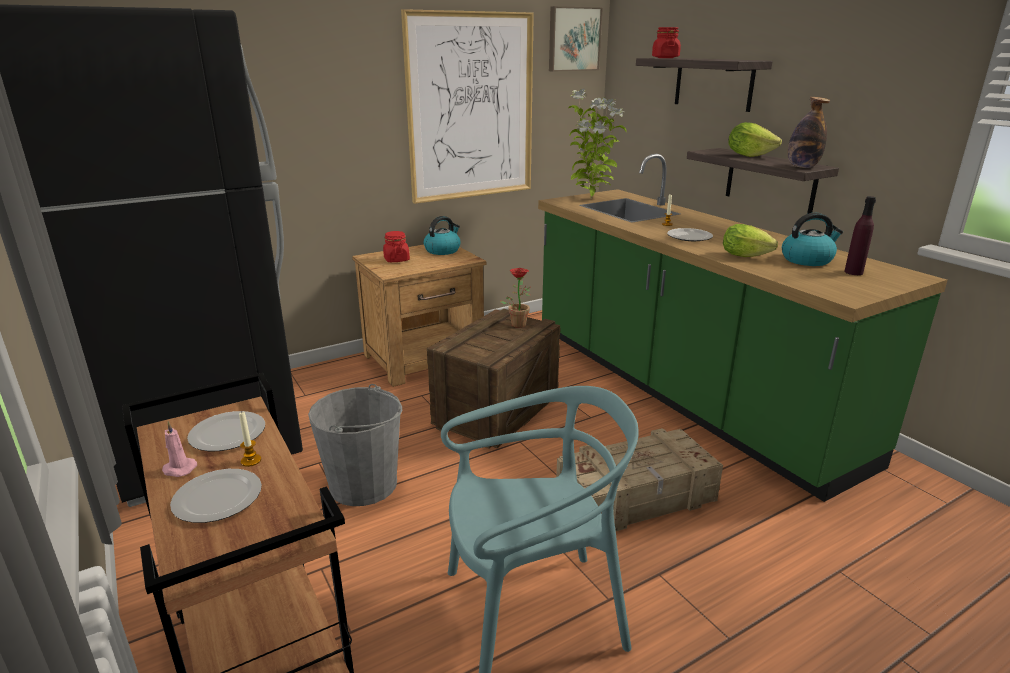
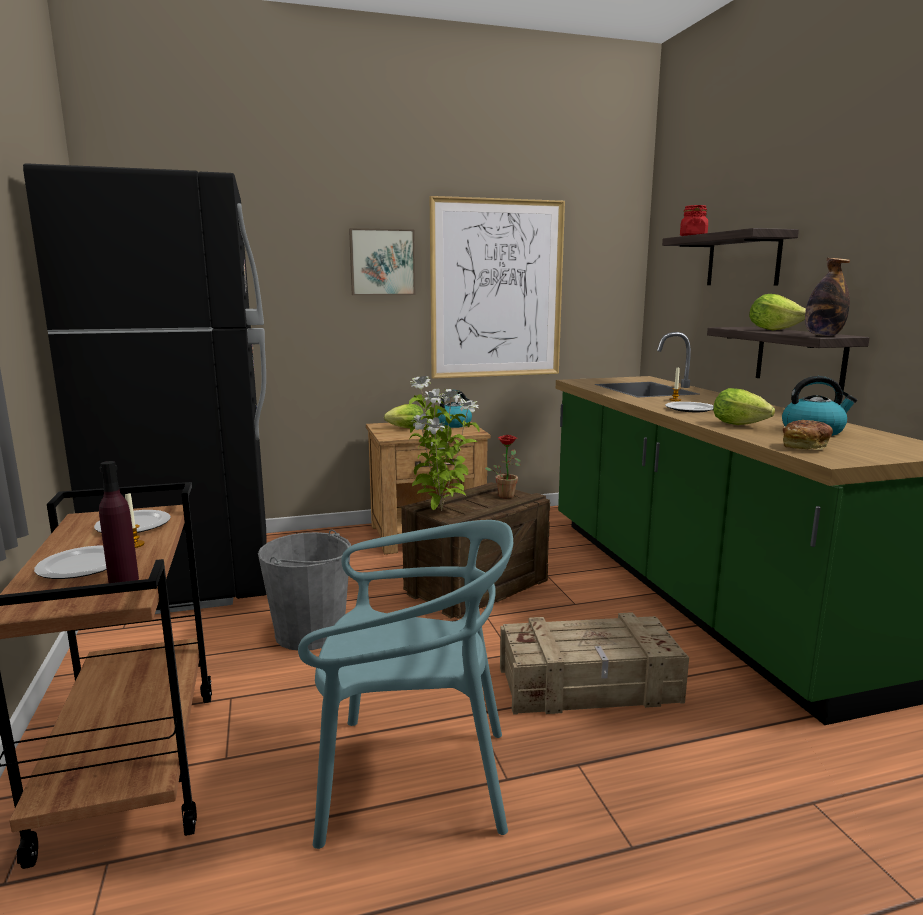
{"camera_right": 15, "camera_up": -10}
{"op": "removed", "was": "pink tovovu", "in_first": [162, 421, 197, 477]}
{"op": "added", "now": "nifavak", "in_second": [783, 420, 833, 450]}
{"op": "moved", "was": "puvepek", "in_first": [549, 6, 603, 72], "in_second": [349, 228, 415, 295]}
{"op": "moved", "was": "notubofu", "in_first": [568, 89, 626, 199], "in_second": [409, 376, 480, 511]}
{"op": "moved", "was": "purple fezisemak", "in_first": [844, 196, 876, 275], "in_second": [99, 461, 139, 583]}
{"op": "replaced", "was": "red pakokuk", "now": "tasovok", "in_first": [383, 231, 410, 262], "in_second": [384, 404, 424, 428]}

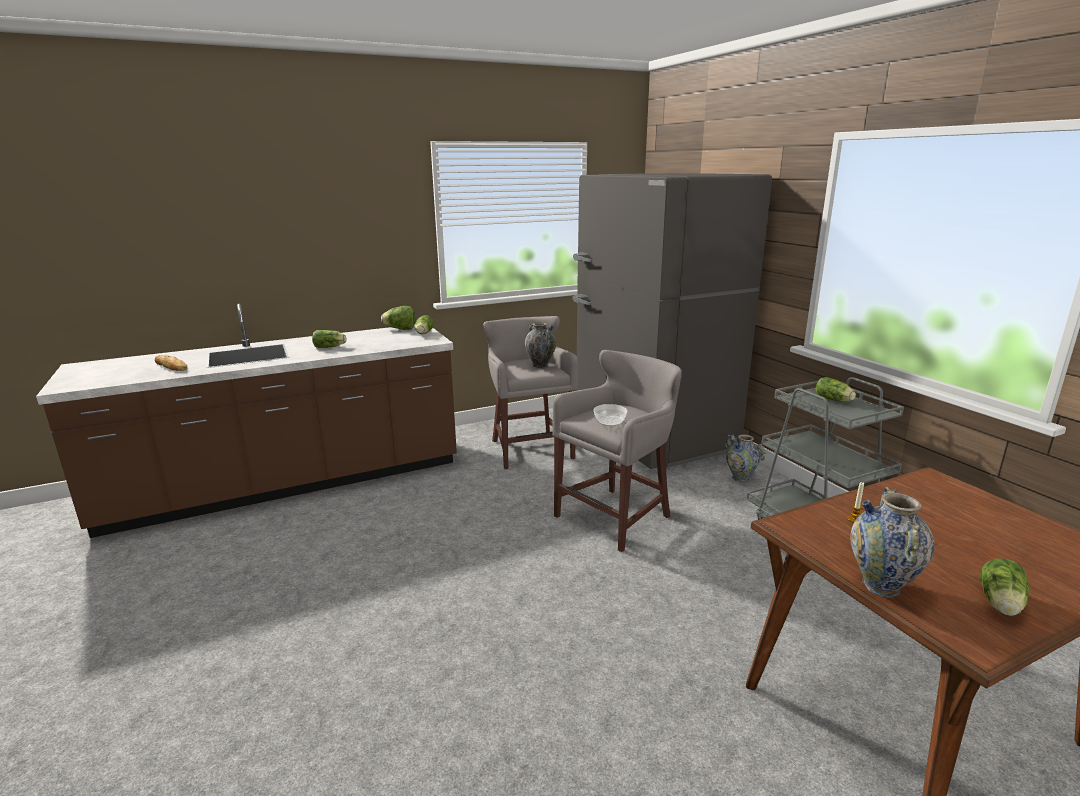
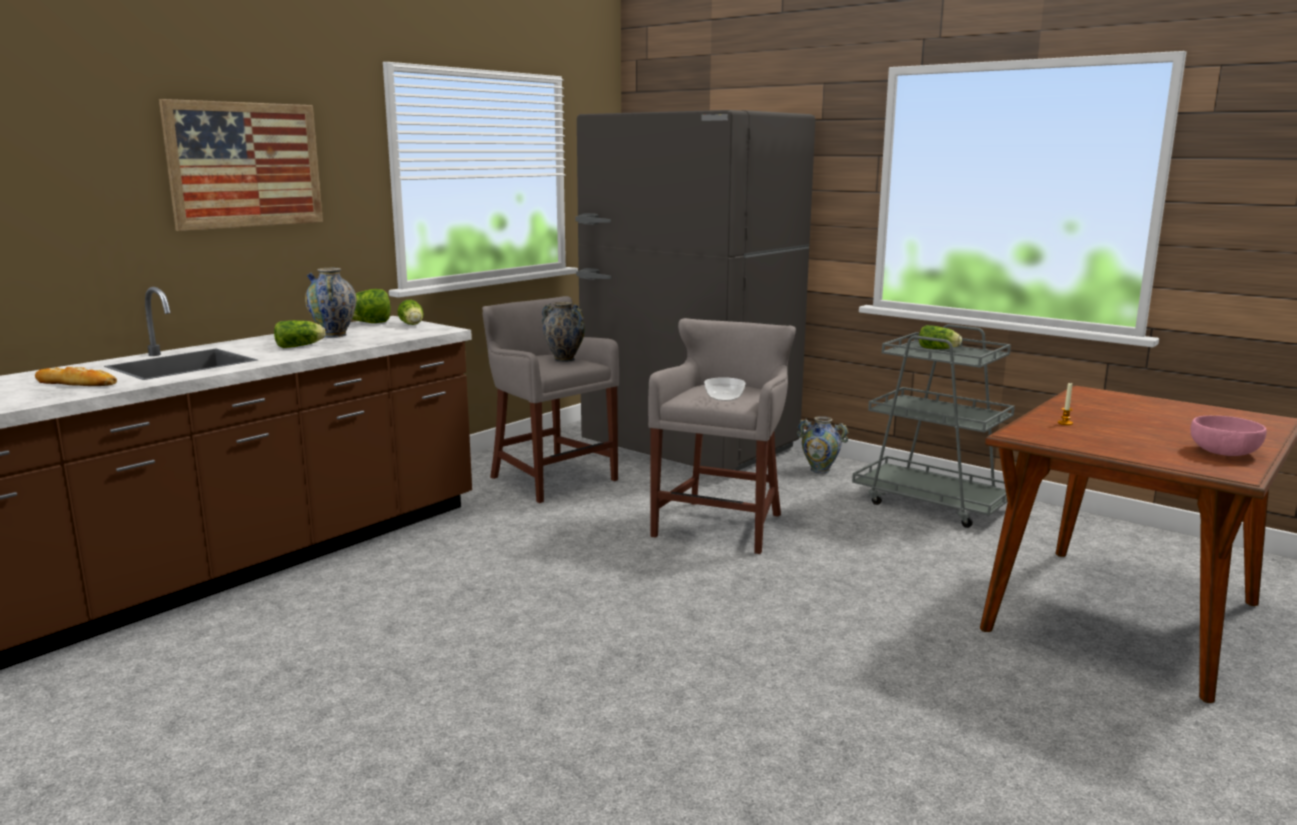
{"camera_right": -25, "camera_up": -5}
{"op": "added", "now": "puvepek", "in_second": [159, 99, 323, 231]}
{"op": "moved", "was": "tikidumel", "in_first": [850, 487, 934, 598], "in_second": [305, 268, 356, 338]}
{"op": "replaced", "was": "tasovok", "now": "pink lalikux", "in_first": [980, 559, 1029, 616], "in_second": [1190, 416, 1267, 456]}

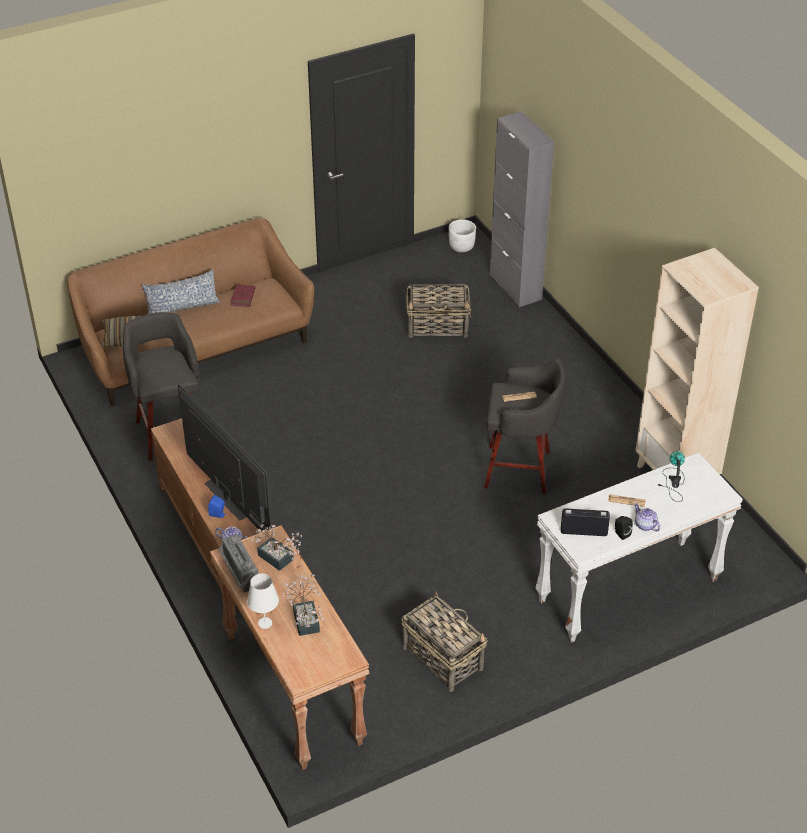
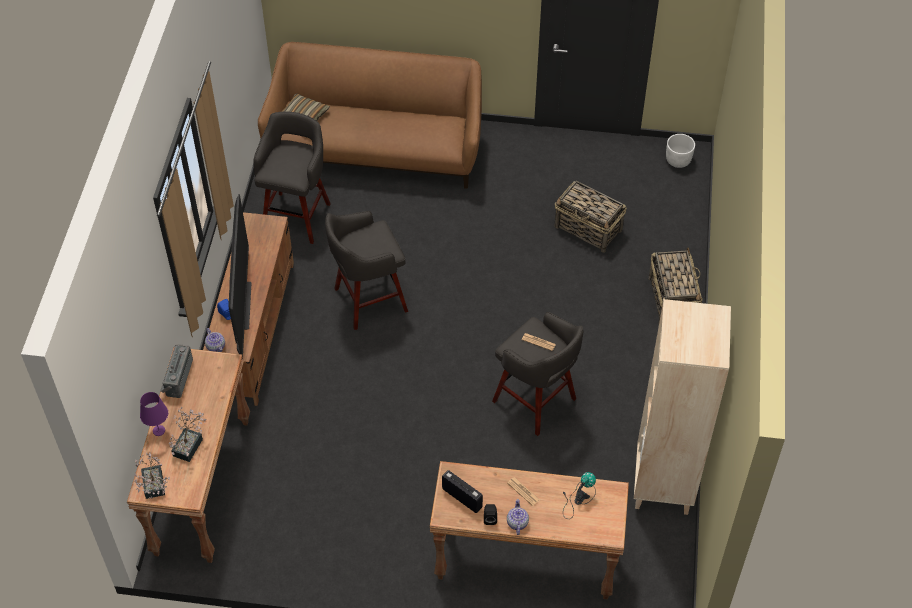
{"camera_right": 35, "camera_up": 10}
{"op": "removed", "was": "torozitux", "in_first": [142, 270, 220, 314]}
{"op": "removed", "was": "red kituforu", "in_first": [231, 284, 255, 307]}
{"op": "removed", "was": "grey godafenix", "in_first": [490, 111, 554, 307]}
{"op": "added", "now": "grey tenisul", "in_second": [325, 211, 408, 330]}
{"op": "moved", "was": "notubofu", "in_first": [250, 524, 302, 571], "in_second": [134, 453, 170, 499]}
{"op": "moved", "was": "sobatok", "in_first": [402, 592, 488, 692], "in_second": [649, 247, 703, 323]}
{"op": "recoloured", "was": "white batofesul", "now": "purple batofesul", "in_first": [247, 574, 279, 629], "in_second": [140, 392, 168, 436]}
{"op": "recoloured", "was": "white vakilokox", "now": "brown vakilokox", "in_first": [535, 452, 743, 643], "in_second": [430, 461, 629, 599]}

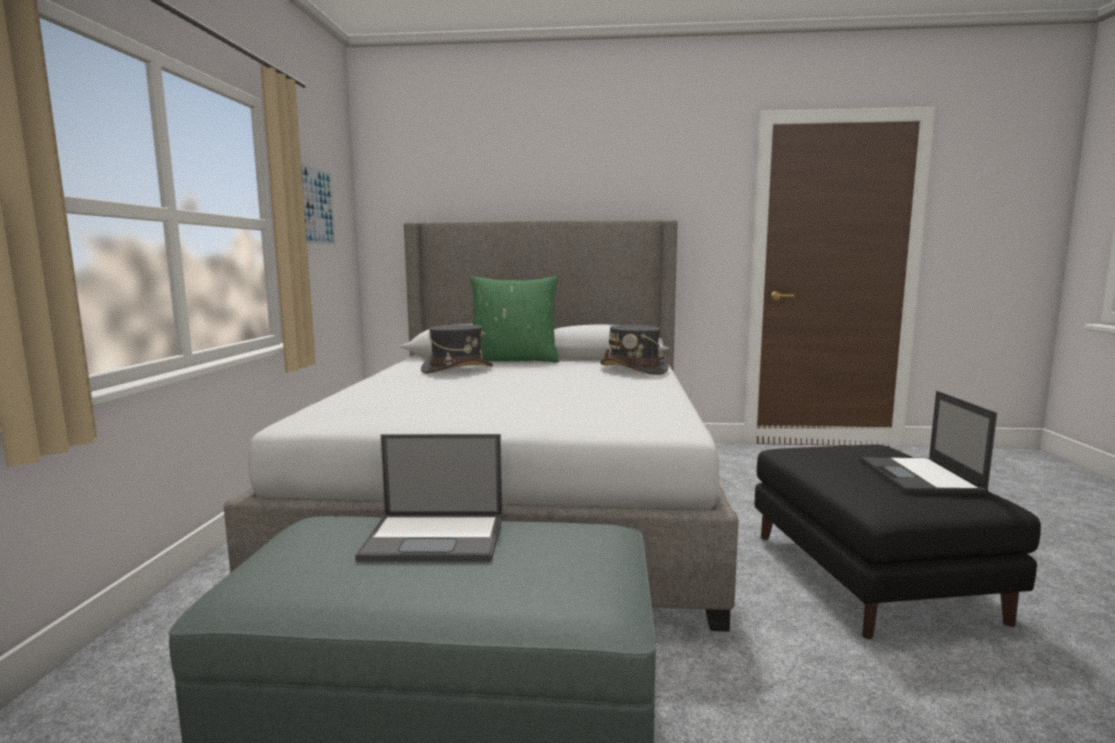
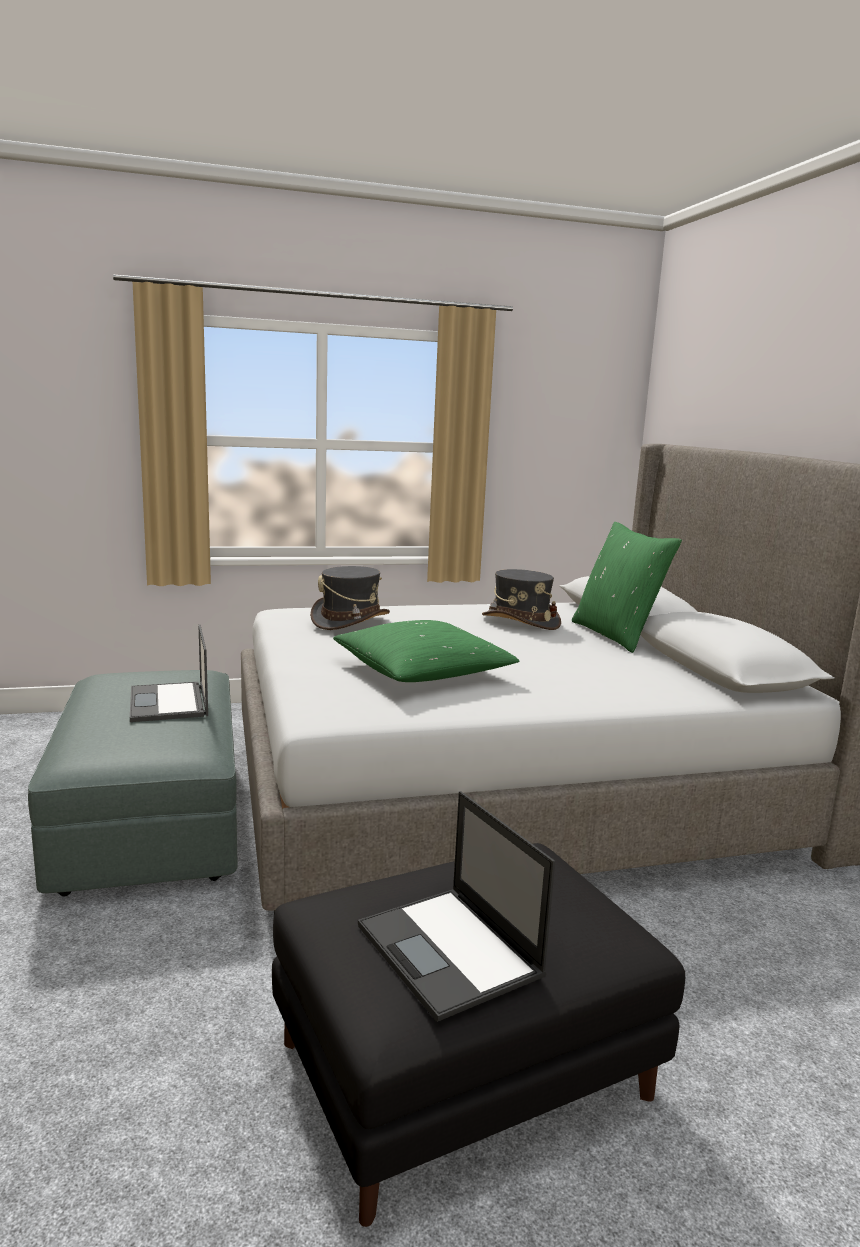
{"camera_right": 70, "camera_up": 5}
{"op": "removed", "was": "puvepek", "in_first": [301, 161, 337, 248]}
{"op": "added", "now": "green torozitux", "in_second": [333, 620, 519, 682]}
{"op": "moved", "was": "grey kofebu", "in_first": [600, 325, 669, 375], "in_second": [310, 566, 390, 630]}
{"op": "turned", "was": "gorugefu", "in_first": [860, 391, 997, 494], "in_second": [358, 791, 555, 1022], "clockwise": -105}

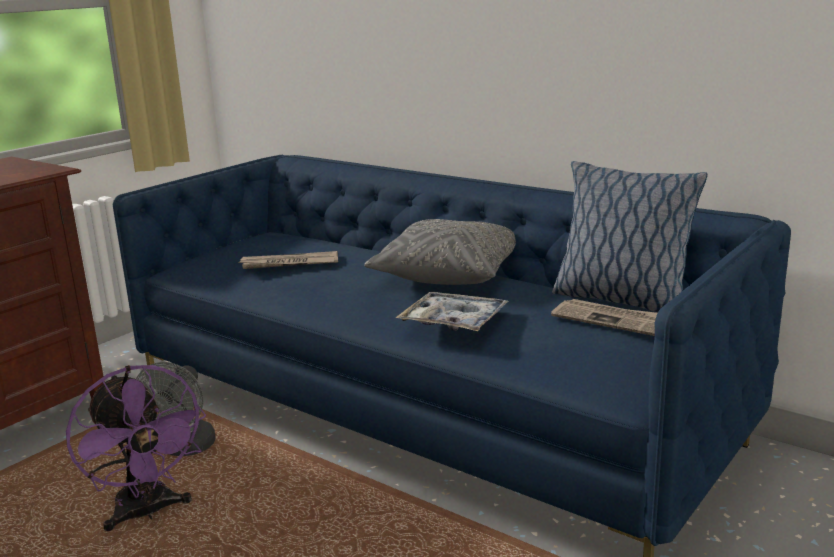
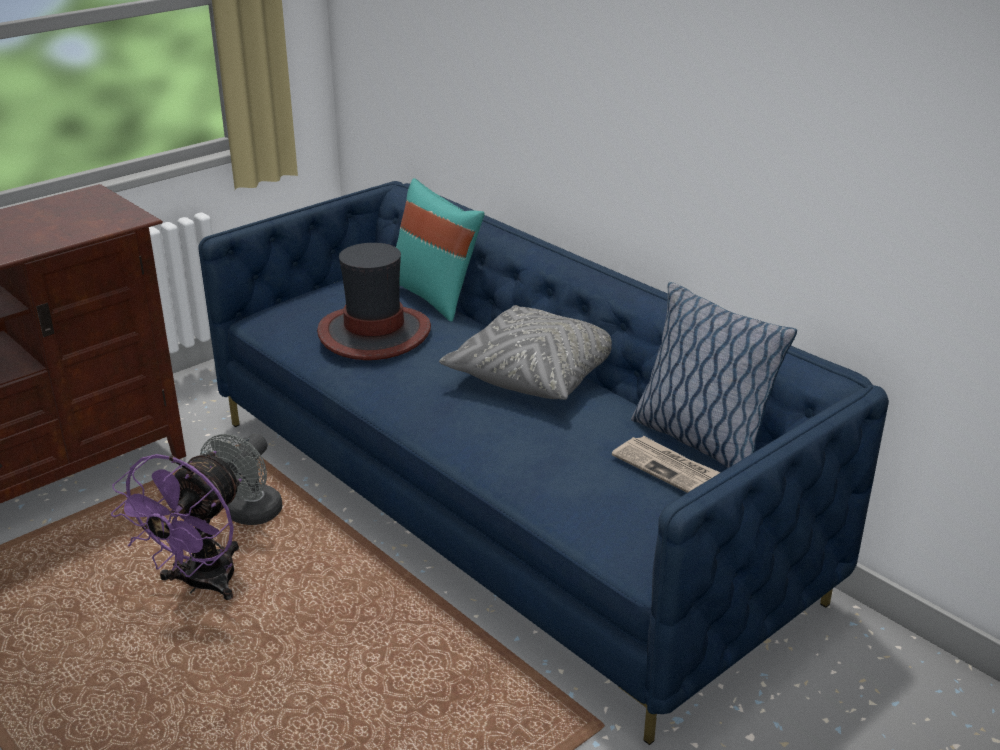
{"camera_right": 10, "camera_up": 10}
{"op": "removed", "was": "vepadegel", "in_first": [395, 292, 509, 331]}
{"op": "added", "now": "turquoise torozitux", "in_second": [396, 178, 485, 322]}
{"op": "replaced", "was": "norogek", "now": "kofebu", "in_first": [238, 251, 338, 269], "in_second": [317, 243, 431, 360]}
{"op": "turned", "was": "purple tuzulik", "in_first": [66, 365, 206, 531], "in_second": [111, 451, 242, 600], "clockwise": 45}

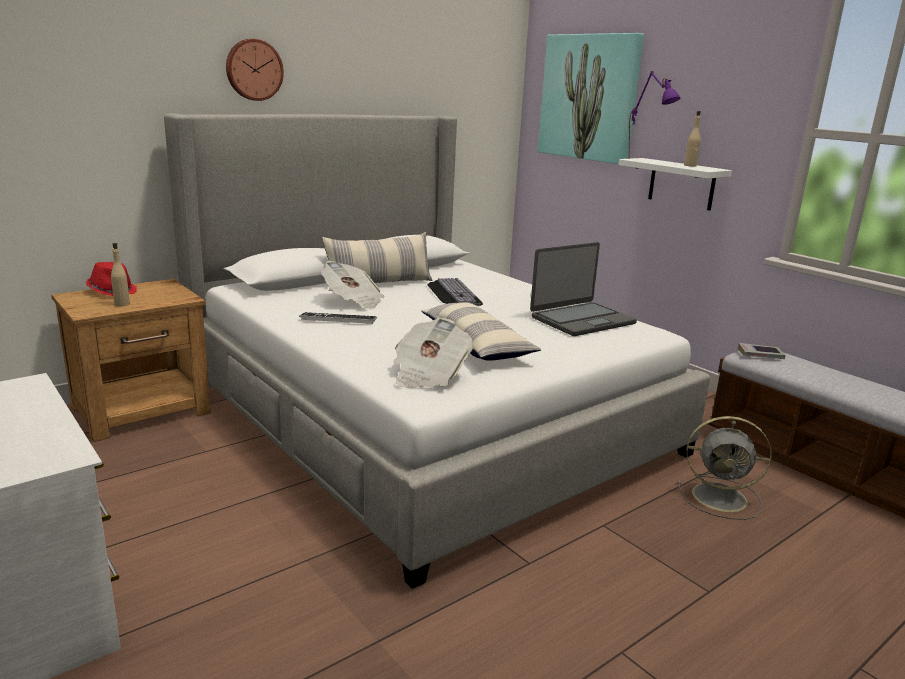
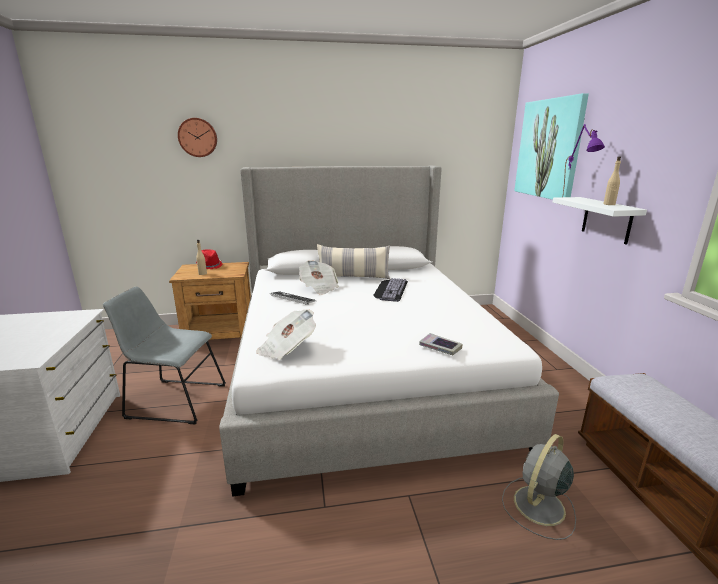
{"camera_right": 30, "camera_up": 0}
{"op": "removed", "was": "torozitux", "in_first": [421, 302, 541, 361]}
{"op": "removed", "was": "gorugefu", "in_first": [530, 242, 637, 336]}
{"op": "added", "now": "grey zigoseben", "in_second": [103, 286, 226, 425]}
{"op": "moved", "was": "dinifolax", "in_first": [226, 39, 284, 101], "in_second": [178, 118, 217, 157]}
{"op": "moved", "was": "kituforu", "in_first": [738, 343, 786, 359], "in_second": [419, 333, 463, 355]}
{"op": "turned", "was": "grey tuzulik", "in_first": [677, 416, 772, 520], "in_second": [502, 434, 576, 540], "clockwise": 90}

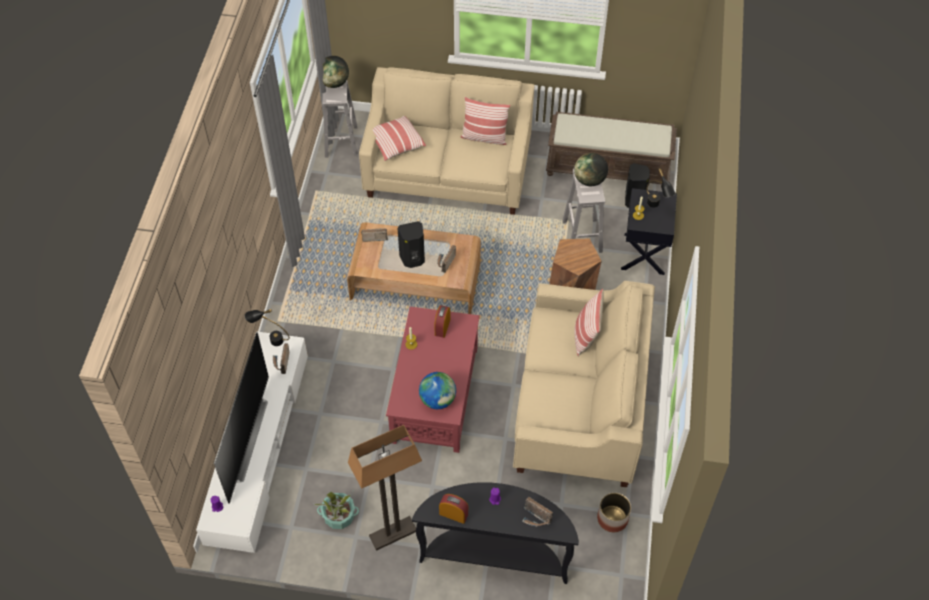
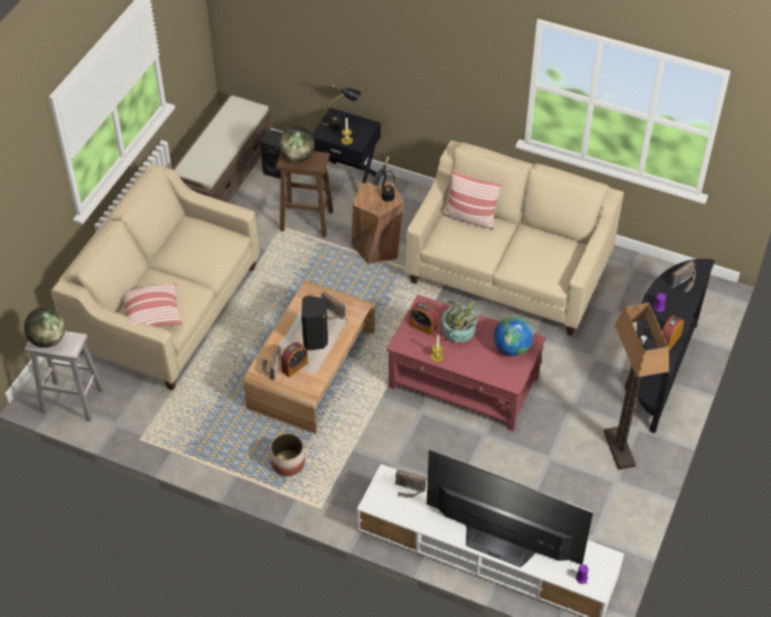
{"camera_right": -75, "camera_up": -5}
{"op": "removed", "was": "torozitux", "in_first": [461, 97, 510, 145]}
{"op": "added", "now": "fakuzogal", "in_second": [281, 342, 308, 377]}
{"op": "moved", "was": "black batofesul", "in_first": [245, 309, 290, 346], "in_second": [372, 156, 395, 202]}
{"op": "moved", "was": "notubofu", "in_first": [314, 492, 359, 529], "in_second": [441, 296, 481, 342]}
{"op": "moved", "was": "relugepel", "in_first": [597, 493, 631, 532], "in_second": [270, 433, 305, 476]}
{"op": "recoloured", "was": "white tenisul", "now": "brown tenisul", "in_first": [562, 169, 605, 253], "in_second": [276, 151, 333, 237]}

